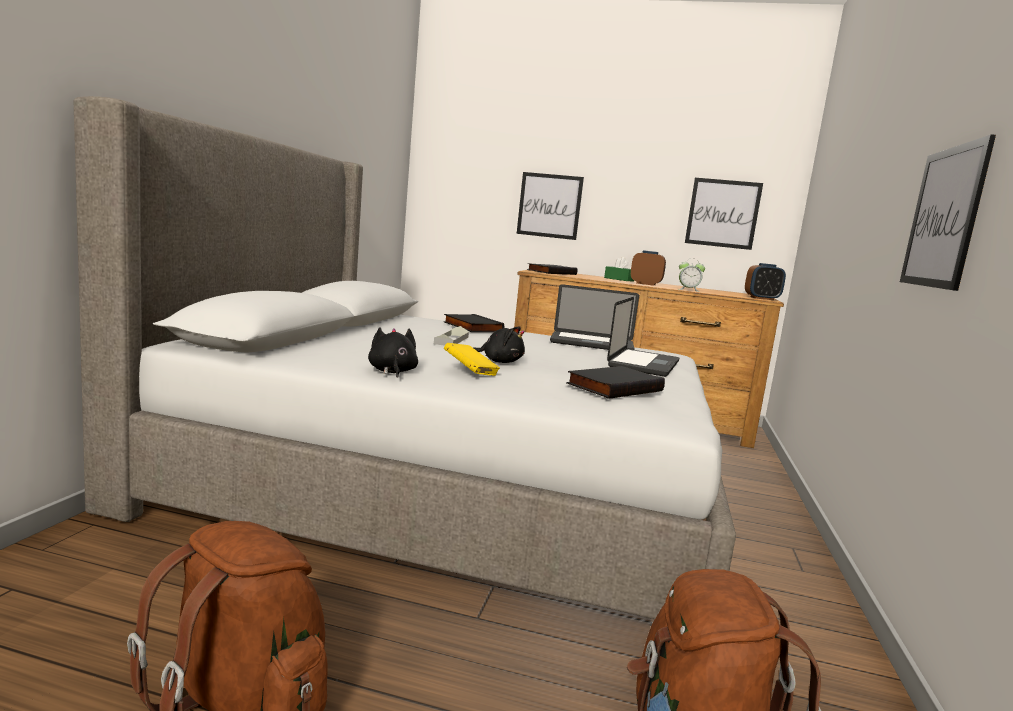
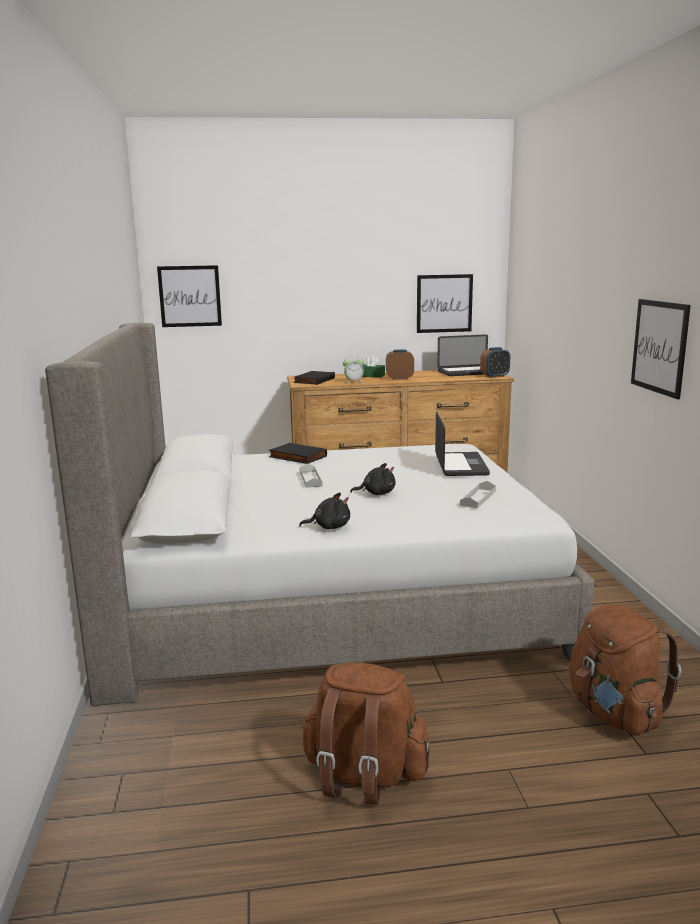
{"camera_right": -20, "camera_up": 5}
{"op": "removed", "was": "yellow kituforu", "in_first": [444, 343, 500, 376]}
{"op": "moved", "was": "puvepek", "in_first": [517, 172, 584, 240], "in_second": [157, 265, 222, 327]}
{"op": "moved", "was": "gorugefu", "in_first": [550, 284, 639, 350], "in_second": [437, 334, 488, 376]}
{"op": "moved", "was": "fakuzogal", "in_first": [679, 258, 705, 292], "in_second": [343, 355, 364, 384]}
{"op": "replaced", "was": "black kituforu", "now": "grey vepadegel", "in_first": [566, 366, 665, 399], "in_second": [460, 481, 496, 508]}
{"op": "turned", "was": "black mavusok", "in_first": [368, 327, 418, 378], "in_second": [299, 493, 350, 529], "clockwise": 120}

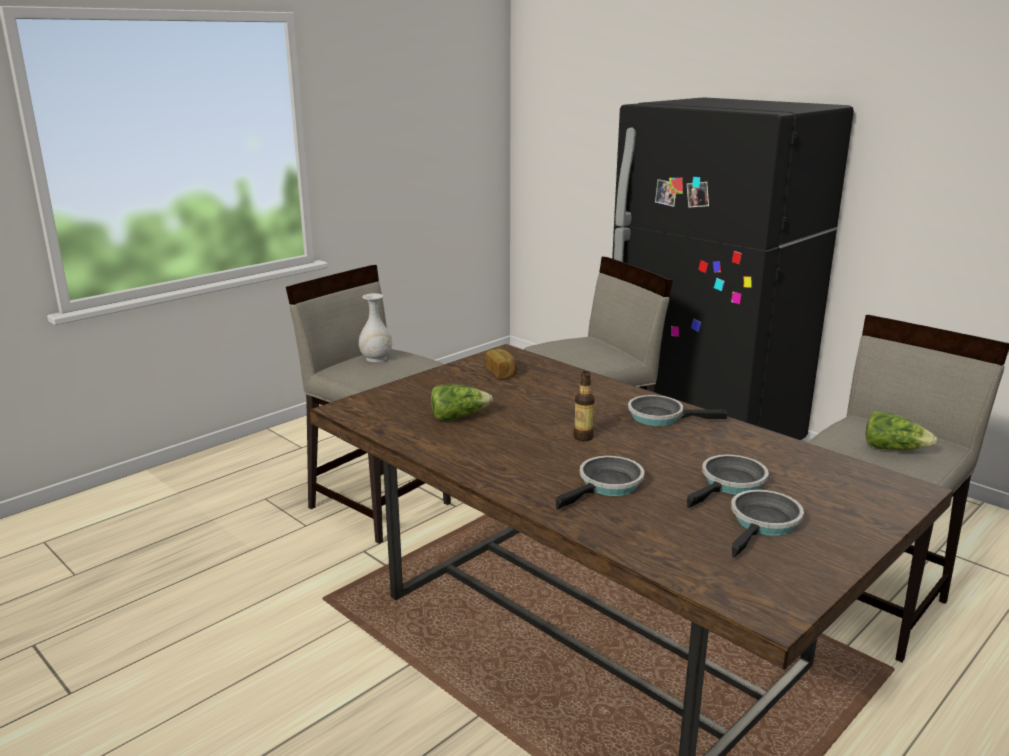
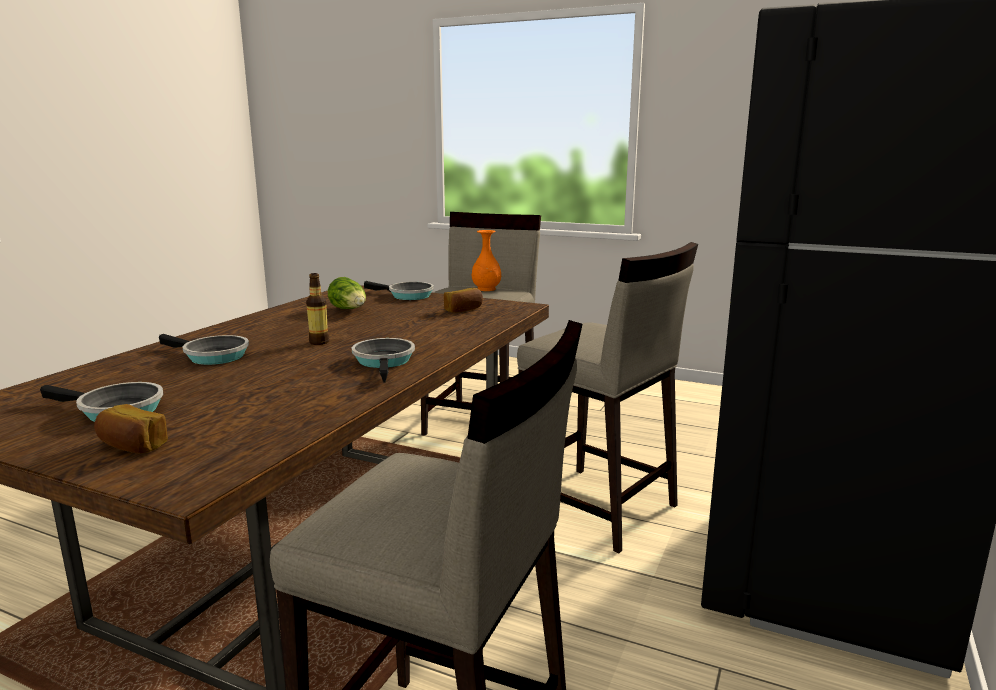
{"camera_right": 70, "camera_up": -5}
{"op": "removed", "was": "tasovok", "in_first": [866, 410, 937, 450]}
{"op": "added", "now": "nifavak", "in_second": [94, 404, 168, 454]}
{"op": "moved", "was": "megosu", "in_first": [687, 455, 769, 508], "in_second": [364, 281, 434, 300]}
{"op": "recoloured", "was": "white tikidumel", "now": "orange tikidumel", "in_first": [359, 293, 392, 362], "in_second": [472, 230, 501, 291]}

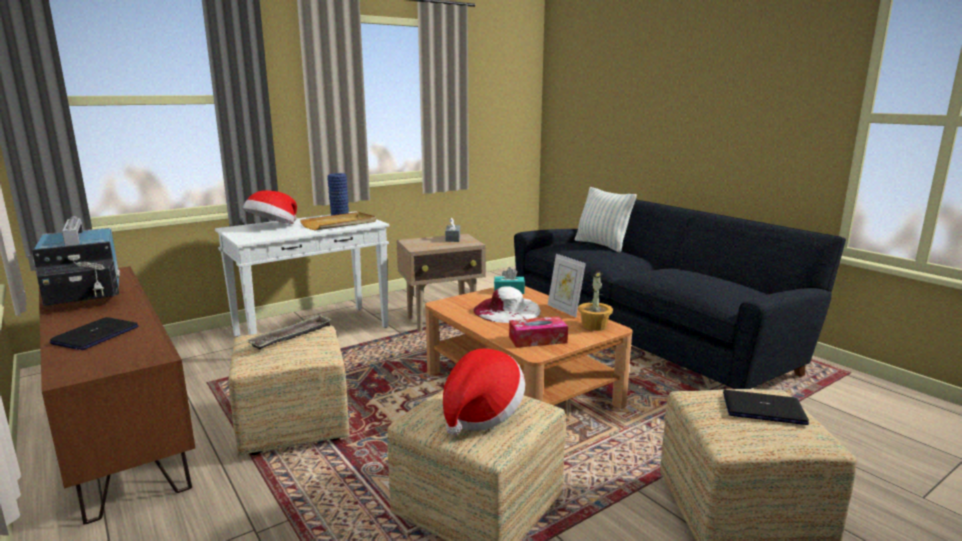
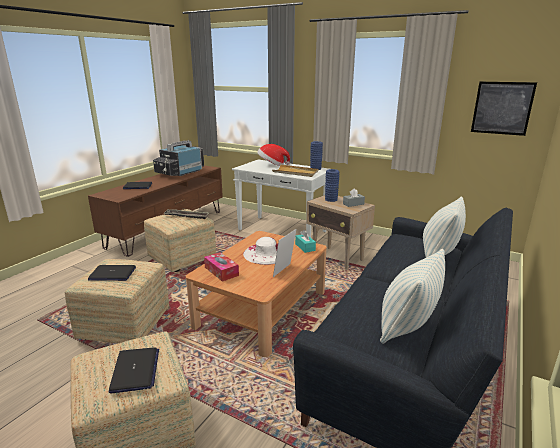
{"camera_right": 65, "camera_up": 5}
{"op": "removed", "was": "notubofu", "in_first": [578, 271, 613, 331]}
{"op": "added", "now": "blue tikidumel", "in_second": [325, 169, 340, 202]}
{"op": "added", "now": "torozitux", "in_second": [380, 249, 445, 344]}
{"op": "added", "now": "puvepek", "in_second": [471, 82, 537, 136]}
{"op": "replaced", "was": "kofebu", "now": "gorugefu", "in_first": [443, 348, 525, 435], "in_second": [88, 265, 136, 281]}

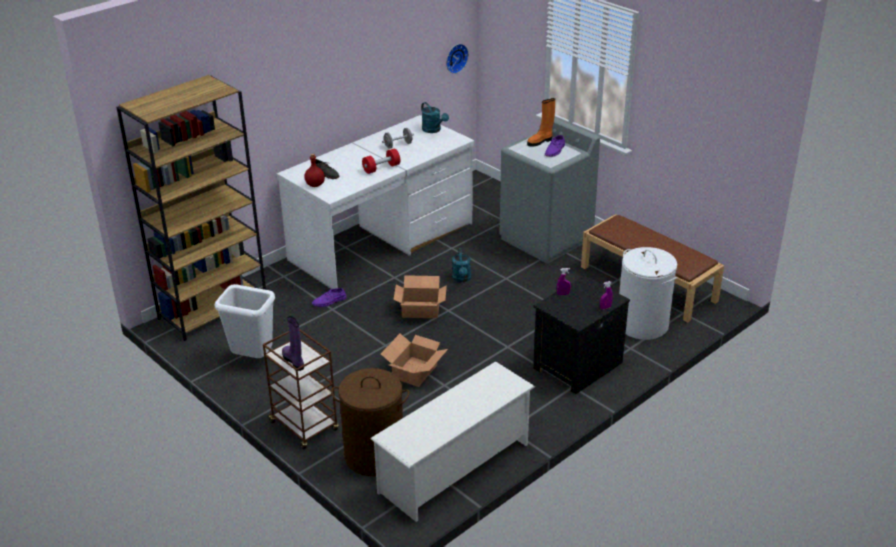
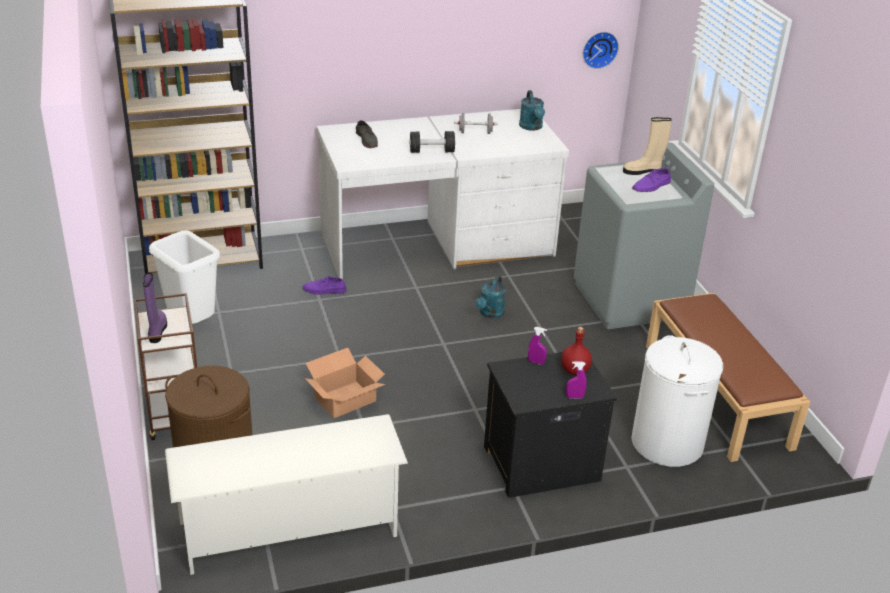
{"camera_right": 25, "camera_up": 0}
{"op": "removed", "was": "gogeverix", "in_first": [393, 275, 447, 318]}
{"op": "moved", "was": "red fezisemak", "in_first": [304, 154, 325, 187], "in_second": [561, 327, 592, 375]}
{"op": "recoloured", "was": "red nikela", "now": "black nikela", "in_first": [362, 149, 401, 174], "in_second": [410, 131, 455, 153]}
{"op": "recoloured", "was": "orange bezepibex", "now": "beige bezepibex", "in_first": [527, 98, 555, 147], "in_second": [623, 117, 672, 175]}

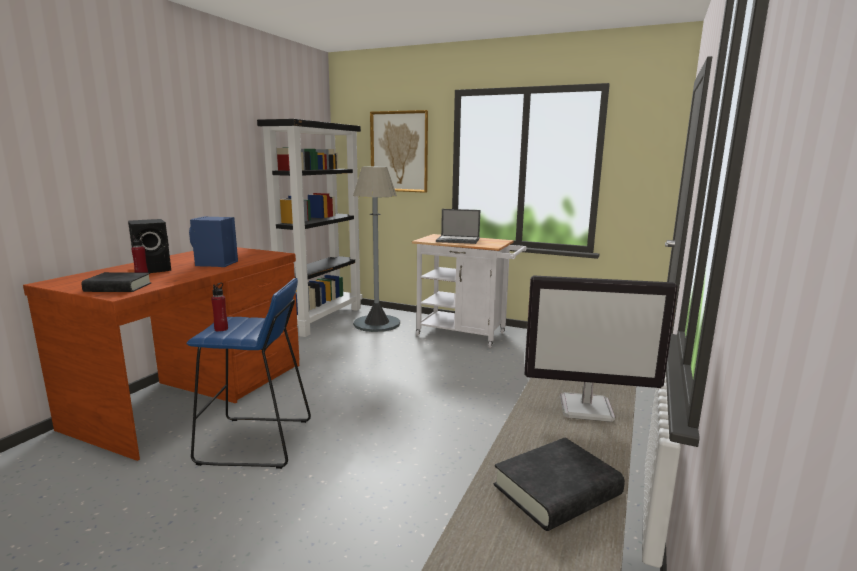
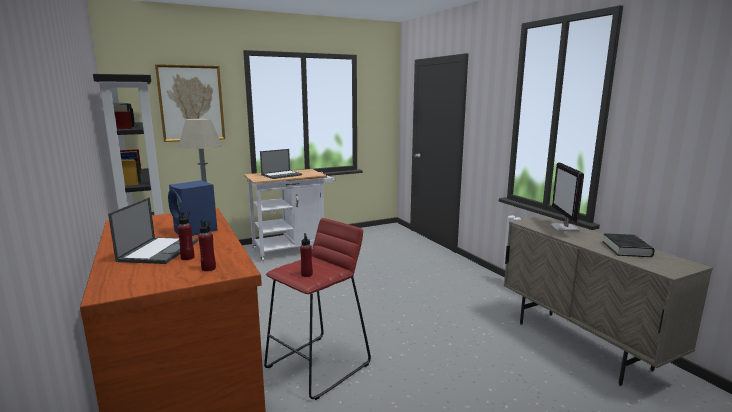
{"camera_right": -50, "camera_up": 0}
{"op": "replaced", "was": "black kituforu", "now": "red fezisemak", "in_first": [81, 272, 151, 292], "in_second": [198, 220, 216, 271]}
{"op": "replaced", "was": "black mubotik", "now": "gorugefu", "in_first": [128, 219, 171, 273], "in_second": [108, 197, 198, 264]}
{"op": "recoloured", "was": "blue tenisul", "now": "red tenisul", "in_first": [186, 278, 311, 469], "in_second": [264, 218, 371, 400]}
{"op": "turned", "was": "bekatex", "in_first": [524, 275, 678, 422], "in_second": [550, 163, 584, 232], "clockwise": 135}

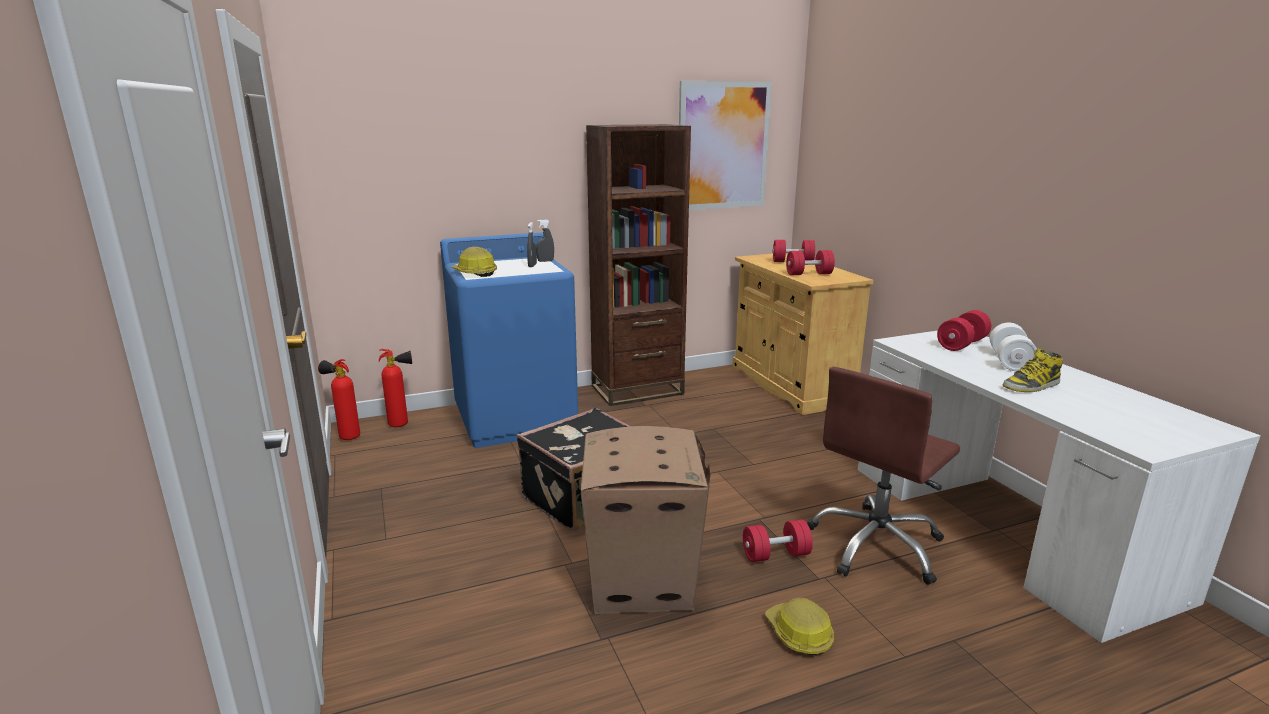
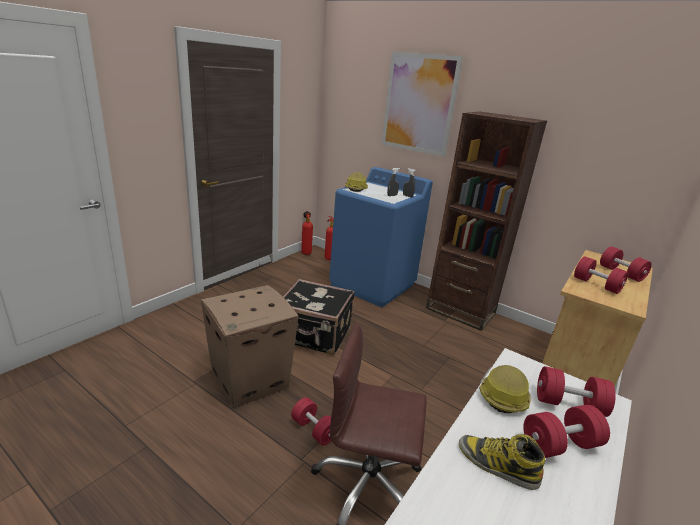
{"camera_right": 55, "camera_up": 5}
{"op": "moved", "was": "puvepek", "in_first": [679, 81, 772, 210], "in_second": [382, 51, 463, 157]}
{"op": "moved", "was": "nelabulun", "in_first": [765, 598, 834, 655], "in_second": [479, 365, 531, 413]}
{"op": "recoloured", "was": "white nikela", "now": "red nikela", "in_first": [990, 323, 1037, 371], "in_second": [523, 405, 610, 458]}

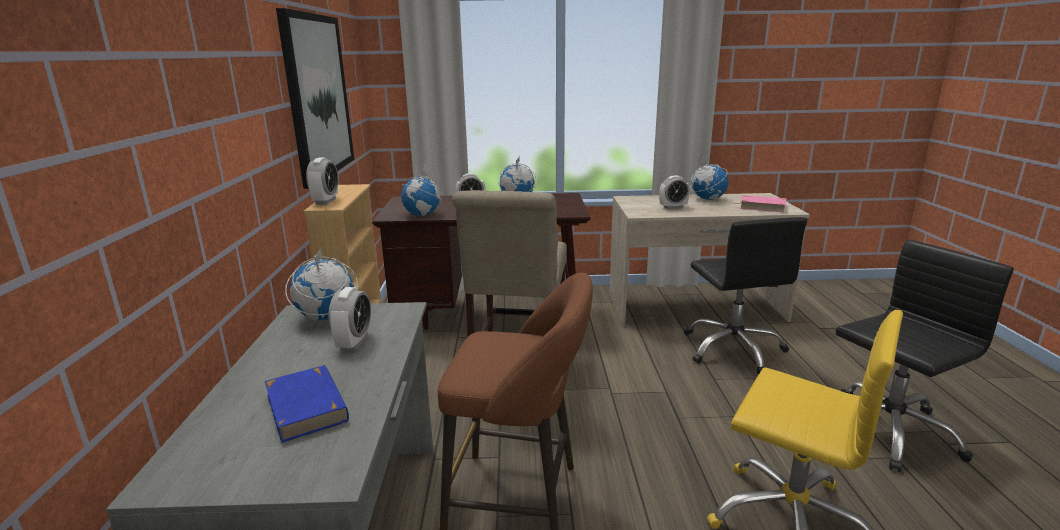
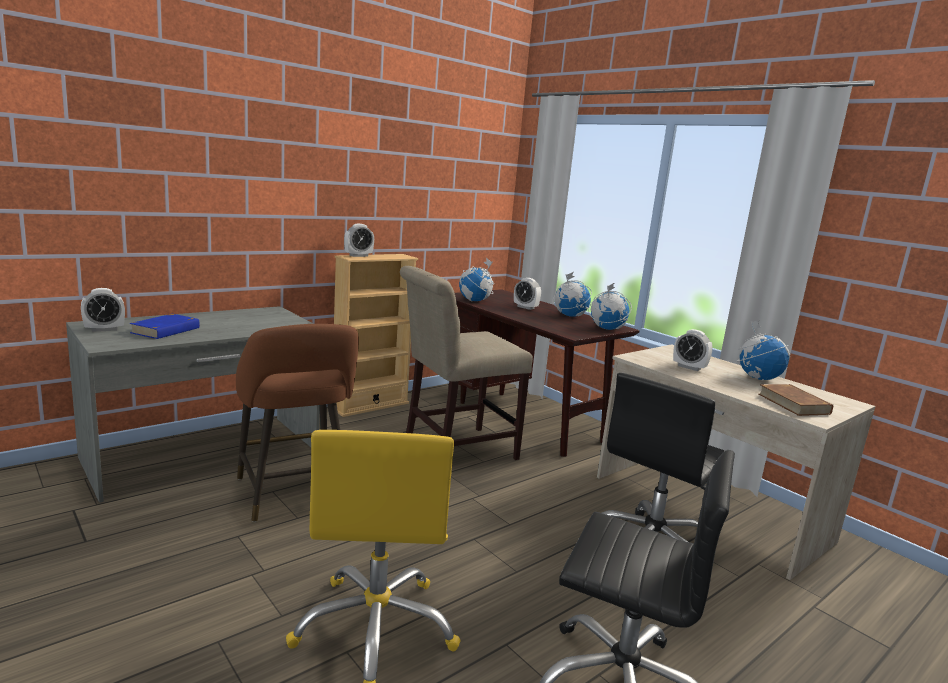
{"camera_right": 50, "camera_up": -5}
{"op": "removed", "was": "puvepek", "in_first": [276, 8, 354, 189]}
{"op": "moved", "was": "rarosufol", "in_first": [285, 247, 358, 320], "in_second": [588, 282, 632, 330]}
{"op": "moved", "was": "fakuzogal", "in_first": [328, 287, 371, 350], "in_second": [81, 288, 125, 332]}
{"op": "recoloured", "was": "pink kituforu", "now": "brown kituforu", "in_first": [734, 195, 786, 213], "in_second": [759, 384, 833, 416]}

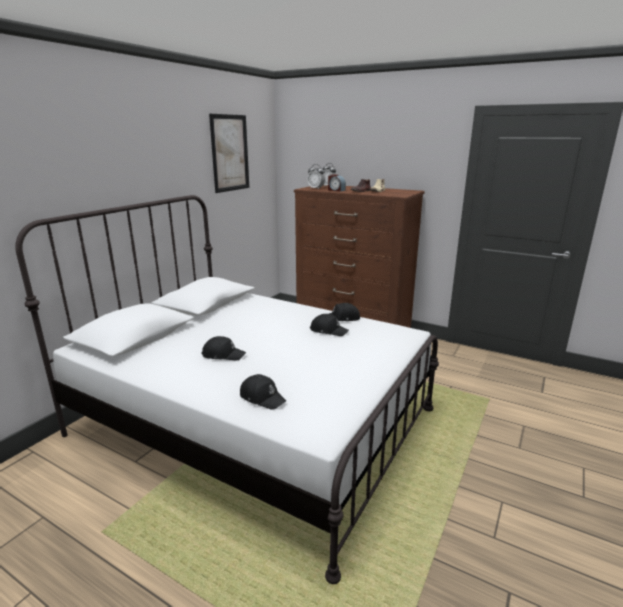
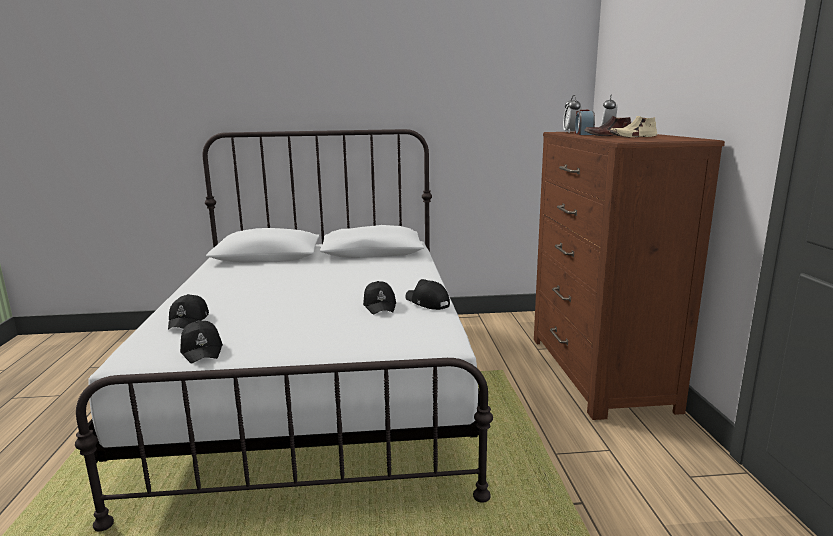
{"camera_right": 55, "camera_up": -5}
{"op": "removed", "was": "puvepek", "in_first": [209, 114, 249, 193]}
{"op": "moved", "was": "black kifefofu", "in_first": [201, 336, 246, 361], "in_second": [180, 321, 223, 364]}

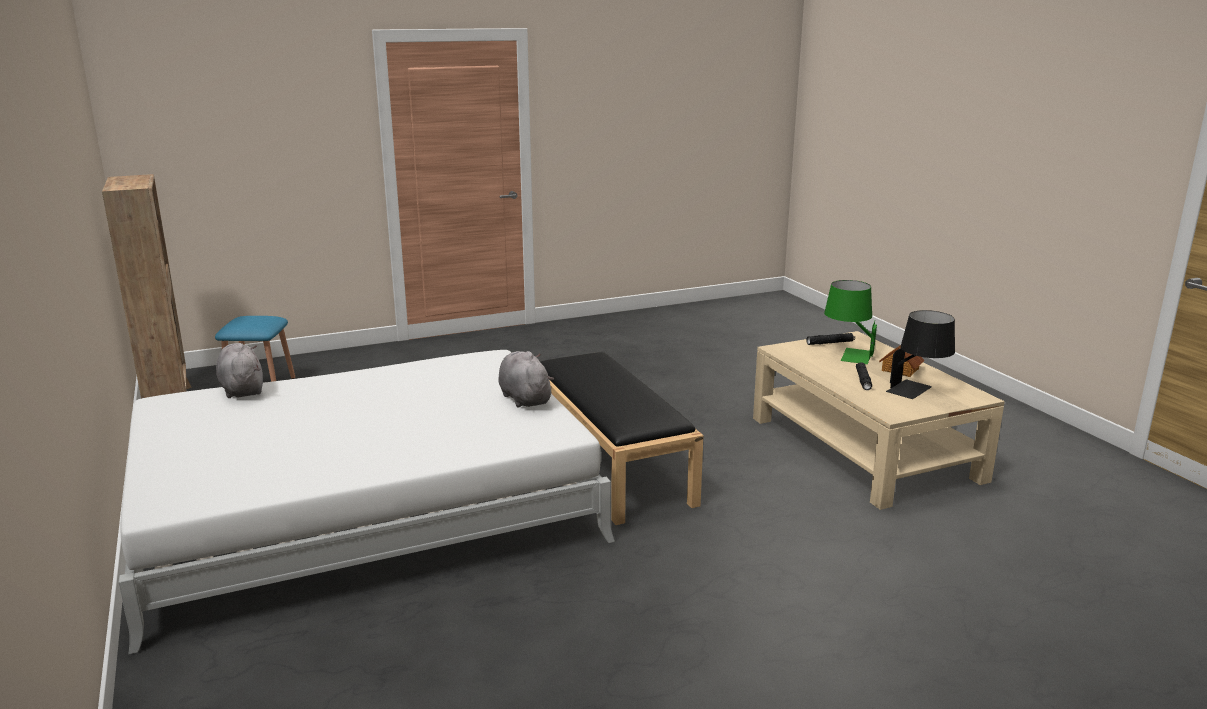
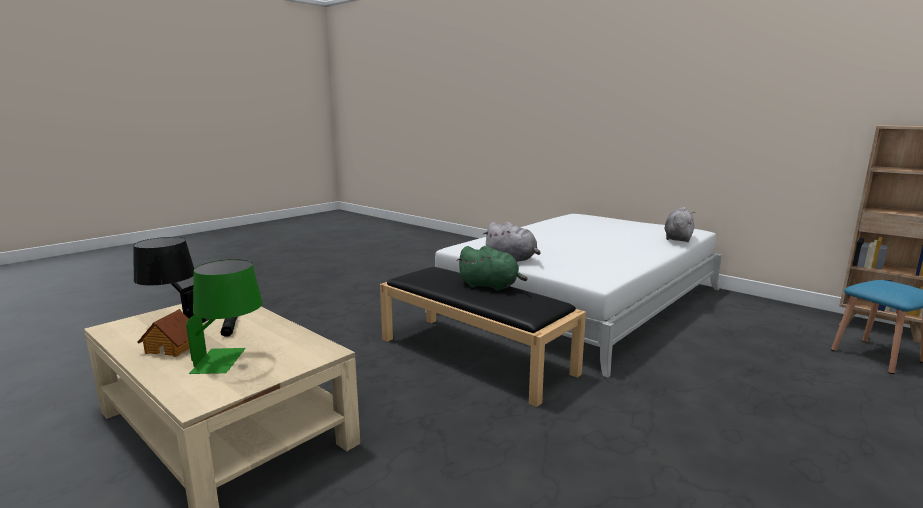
{"camera_right": 155, "camera_up": -5}
{"op": "removed", "was": "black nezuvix", "in_first": [806, 333, 855, 345]}
{"op": "added", "now": "green mavusok", "in_second": [457, 246, 527, 291]}
{"op": "turned", "was": "grey mavusok", "in_first": [216, 343, 263, 398], "in_second": [665, 207, 695, 242], "clockwise": -105}

